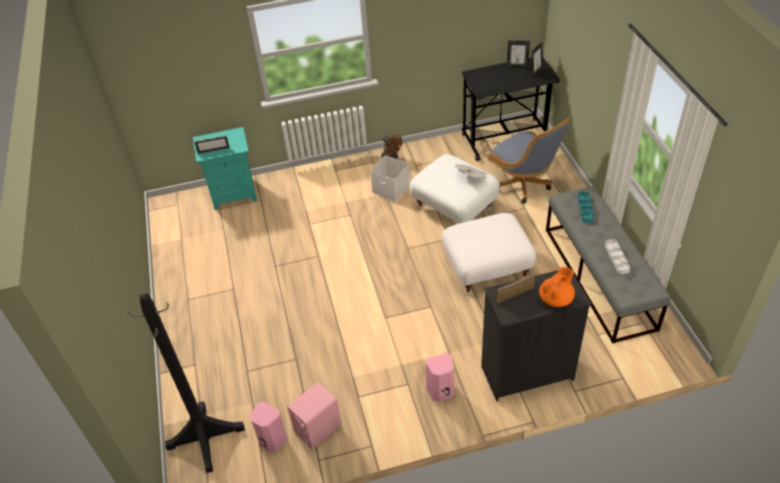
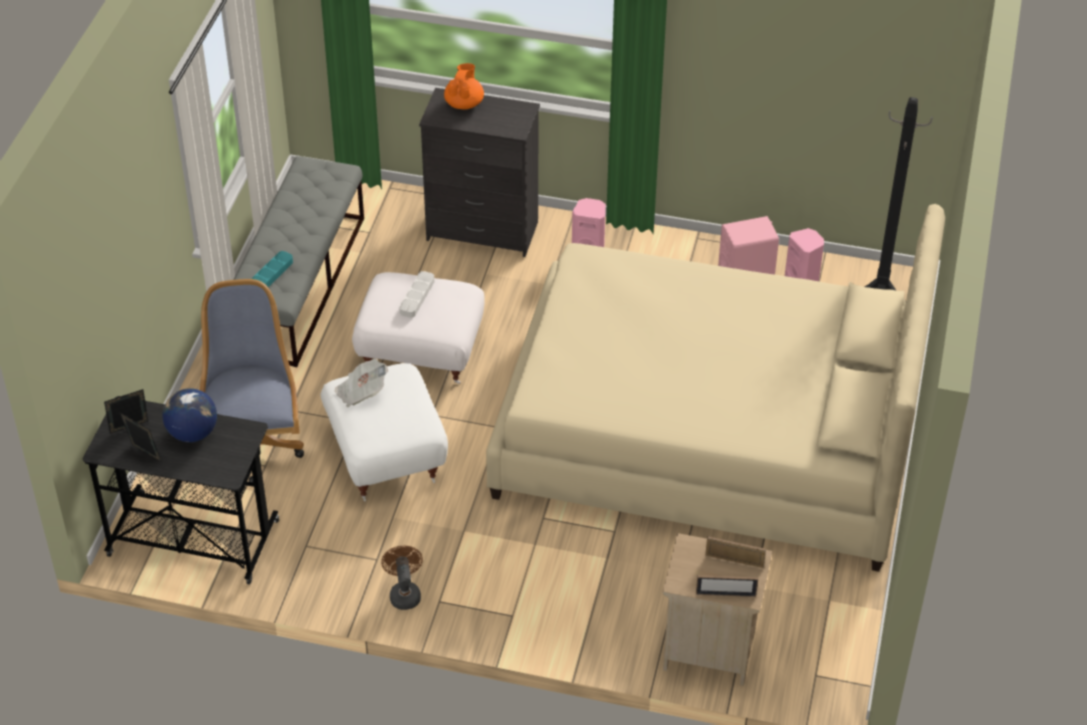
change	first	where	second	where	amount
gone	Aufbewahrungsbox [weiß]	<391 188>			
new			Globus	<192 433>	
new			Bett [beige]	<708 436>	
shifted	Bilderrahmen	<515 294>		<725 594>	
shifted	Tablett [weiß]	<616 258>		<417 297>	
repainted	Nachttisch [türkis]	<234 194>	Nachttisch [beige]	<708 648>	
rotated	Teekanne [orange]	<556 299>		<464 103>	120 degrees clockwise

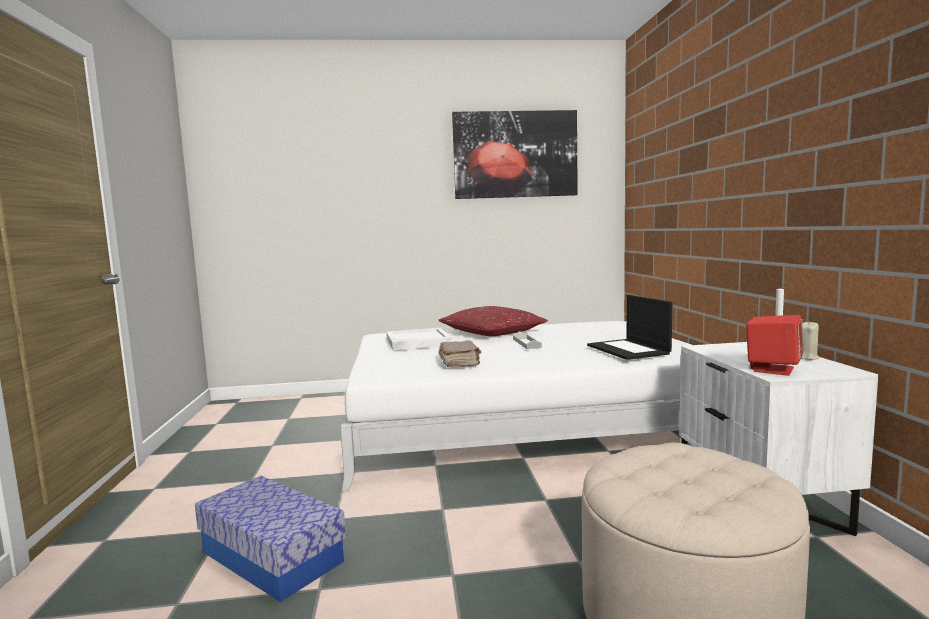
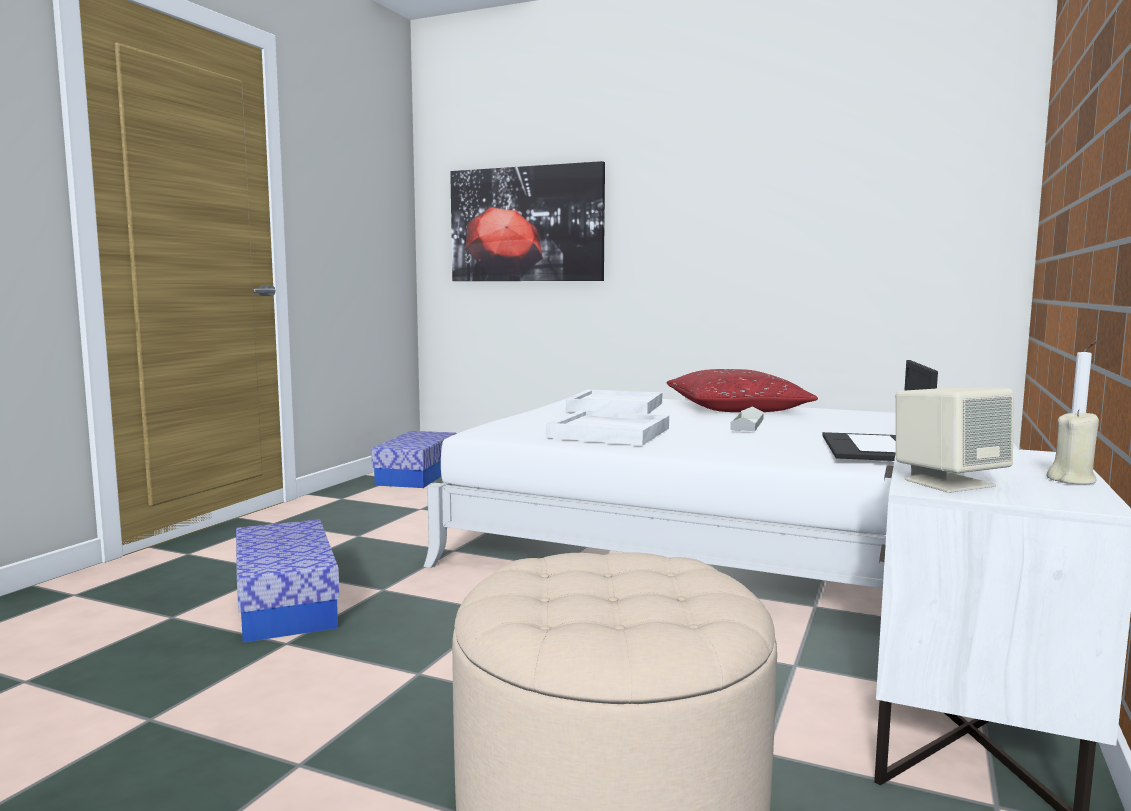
change	first	where	second	where	amount
new			Aufbewahrungsbox	<417 476>	
shifted	Bild	<515 155>		<526 224>	
swapped	Buch [braun]	<460 363>	Tablett [weiß]	<610 433>	
repainted	Lautsprecher [rot]	<772 369>	Lautsprecher [beige]	<948 482>	

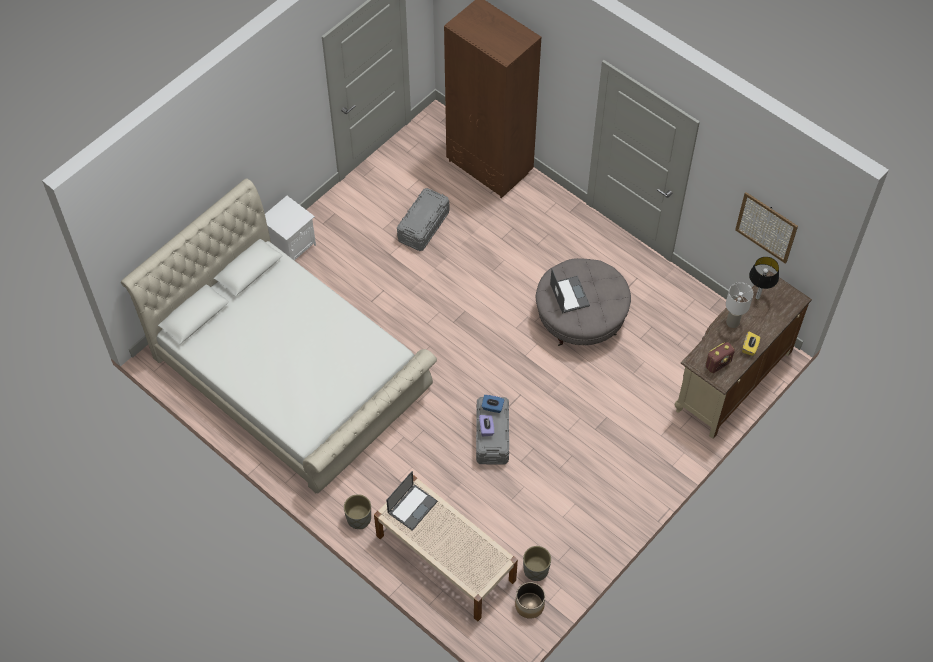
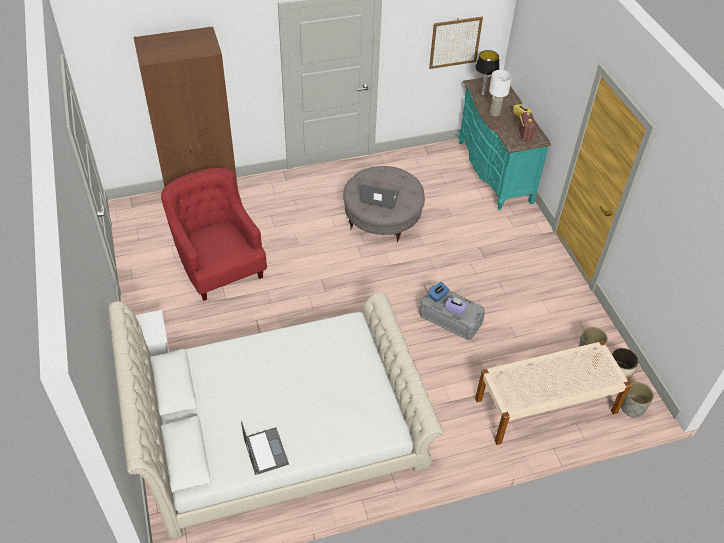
change	first	where	second	where	amount
shifted	Pflanzkübel [grau]	<358 518>		<632 408>	
shifted	Laptop	<412 506>		<265 450>	
swapped	Aufbewahrungsbox [grau]	<423 226>	Sessel [rot]	<219 264>	
repainted	Kommode [beige]	<731 380>	Kommode [türkis]	<493 172>	

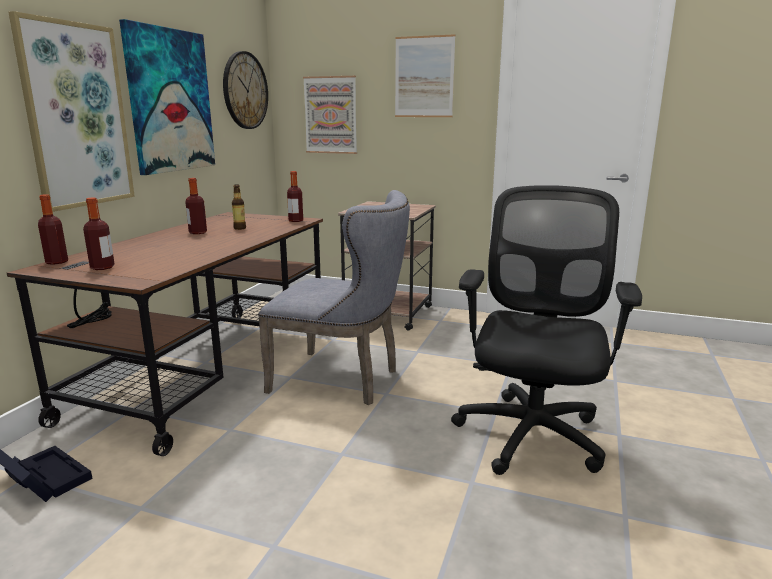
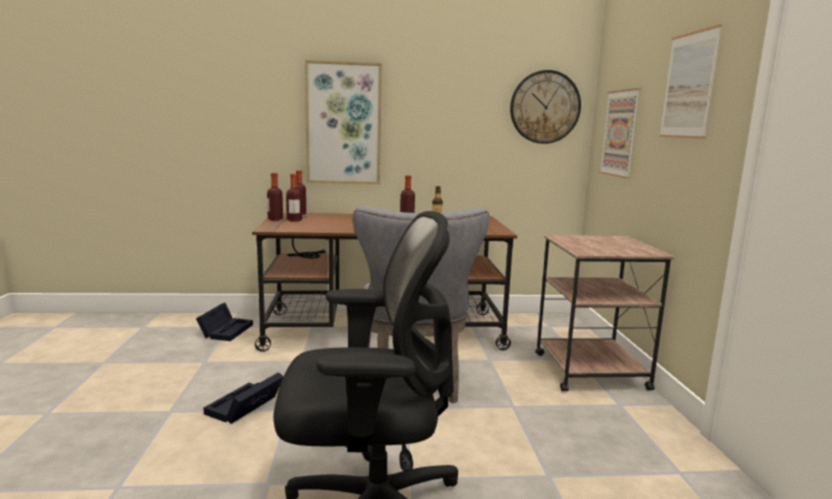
change	first	where	second	where	amount
gone	Bild	<170 101>			
new			Aufbewahrungsbox [schwarz]	<244 408>	
shifted	Flasche	<296 220>		<275 219>	

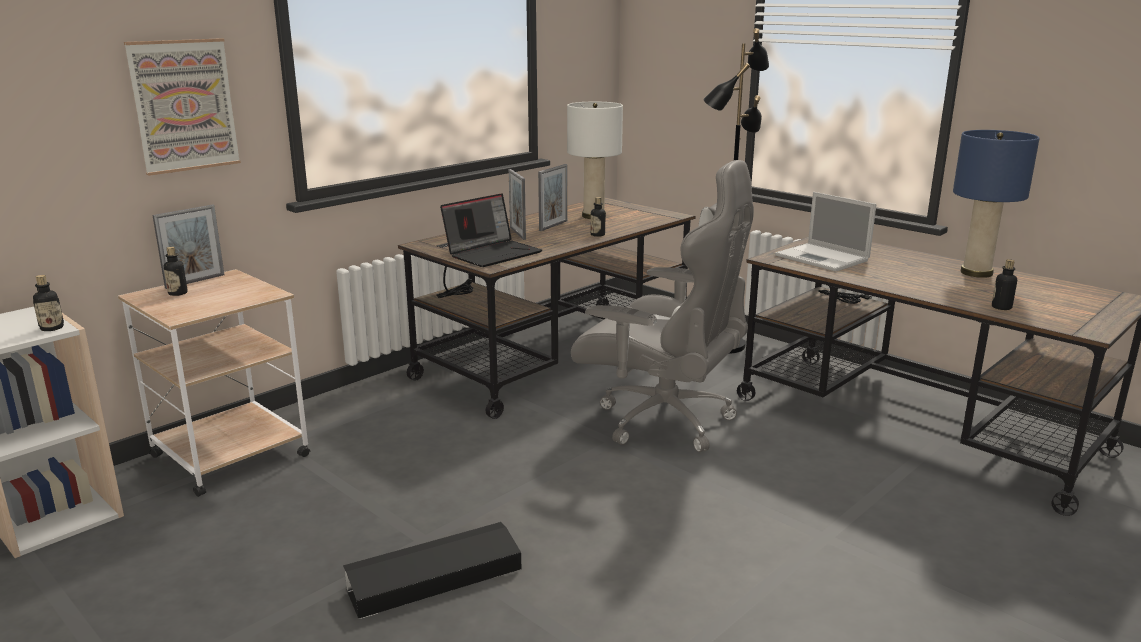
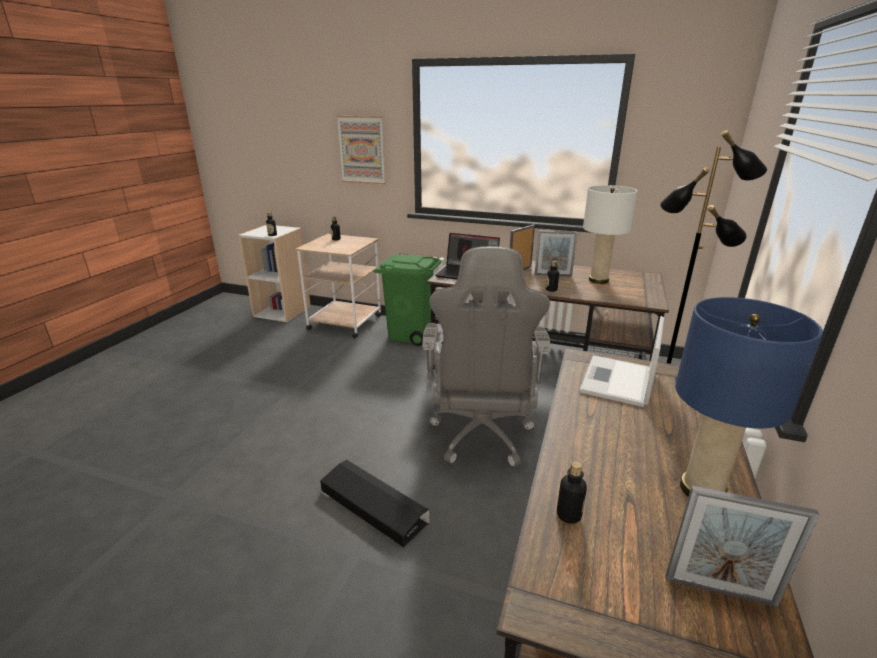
change	first	where	second	where	amount
new			Mülleimer [grün]	<409 334>	
shifted	Bilderrahmen	<195 281>		<719 591>	
shifted	Aufbewahrungsbox [schwarz]	<433 578>		<373 506>	

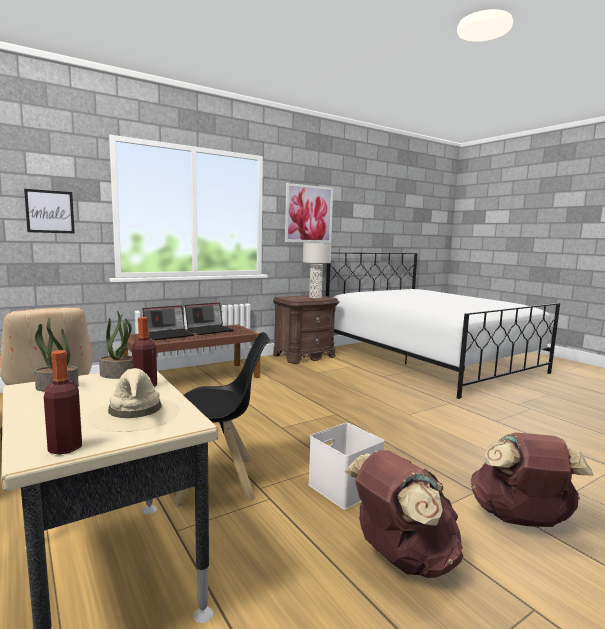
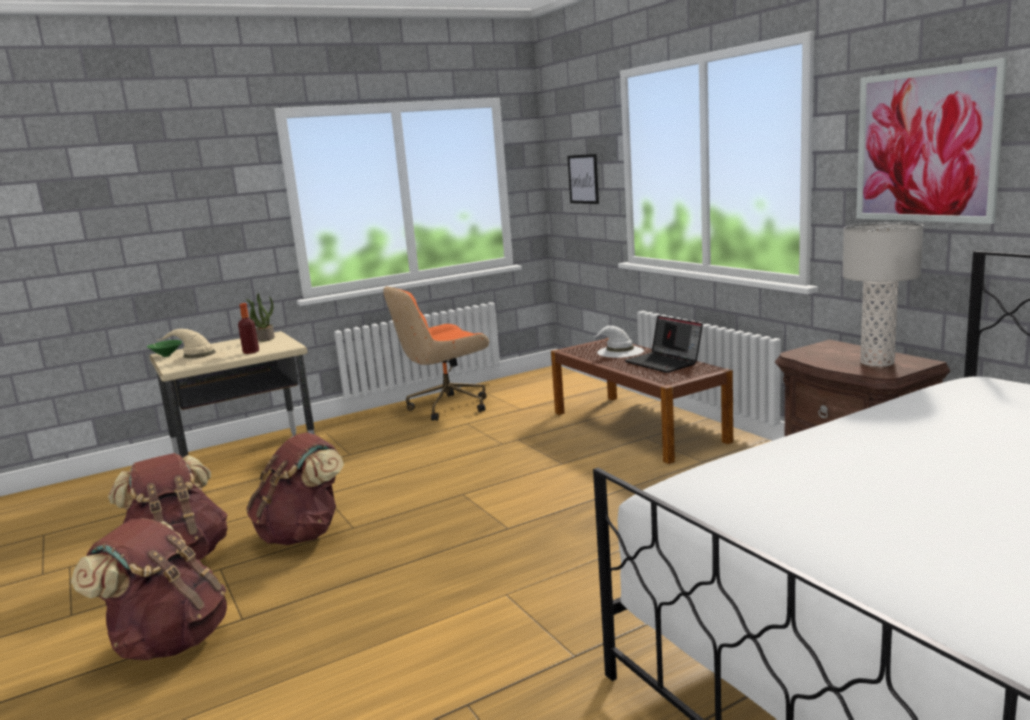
change	first	where	second	where	amount
gone	Topfpflanze	<118 375>			
gone	Stuhl [schwarz]	<219 480>			
swapped	Flasche	<65 448>	Schüssel [grün]	<166 356>	
swapped	Laptop	<169 335>	Hut [weiß]	<619 351>	
swapped	Aufbewahrungsbox [weiß]	<344 486>	Rucksack [braun]	<303 534>	

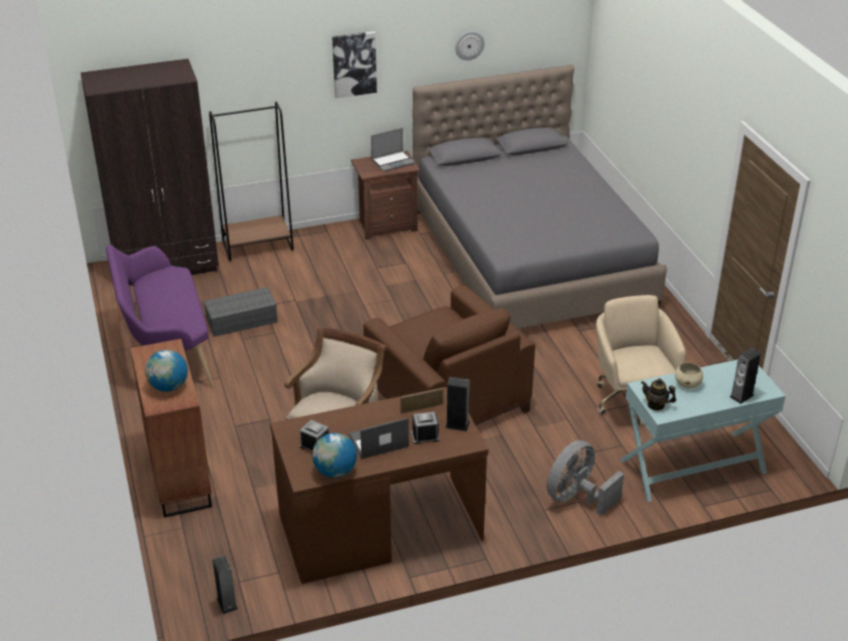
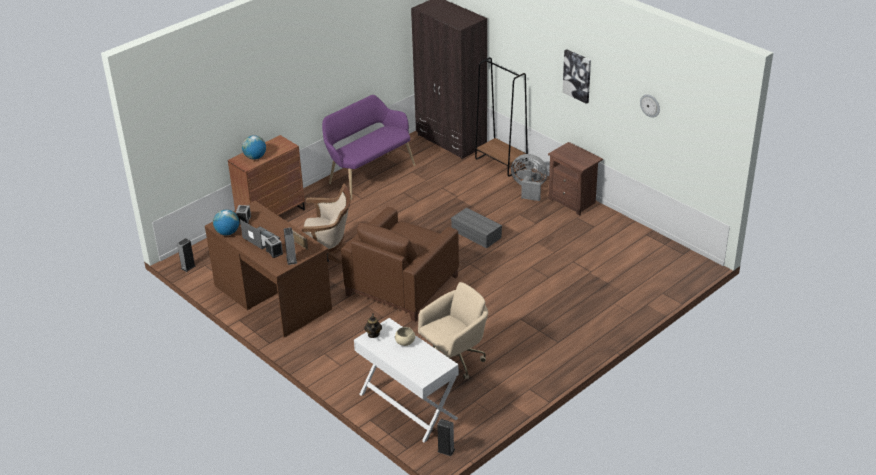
change	first	where	second	where	amount
gone	Laptop	<393 162>			
gone	Bett [grau]	<529 257>			
shifted	Aufbewahrungsbox [grau]	<242 319>		<477 234>	
shifted	Ventilator [grau]	<577 498>		<529 189>	
shifted	Lautsprecher	<741 396>		<446 450>	
repainted	Schreibtisch [türkis]	<693 466>	Schreibtisch [weiß]	<407 406>	

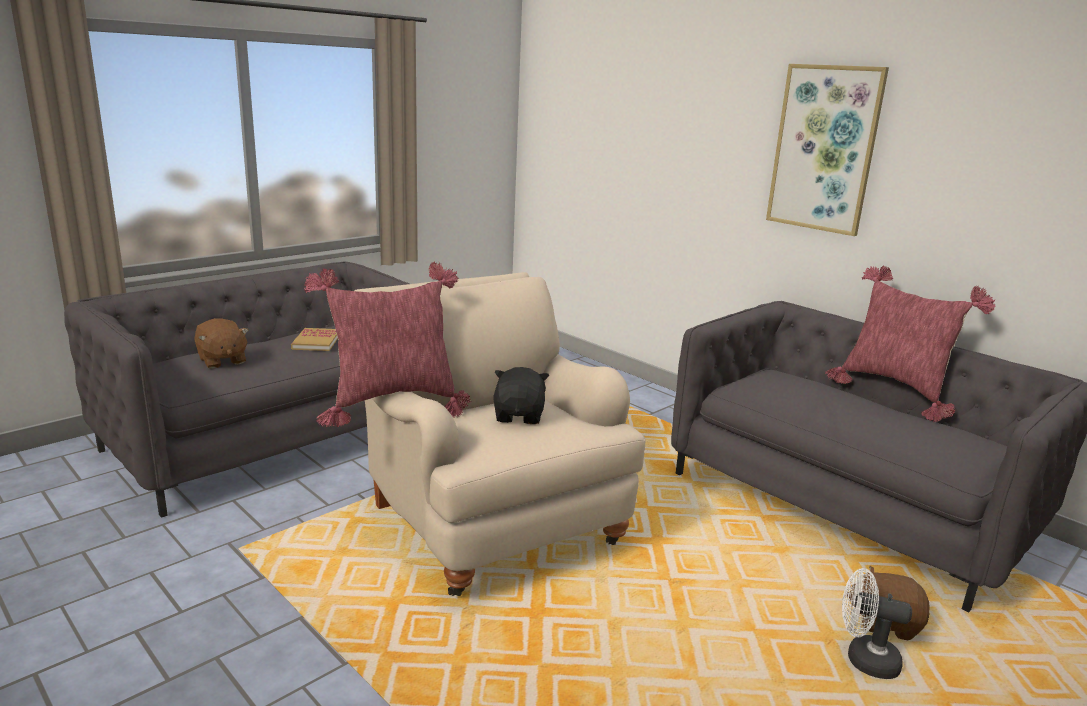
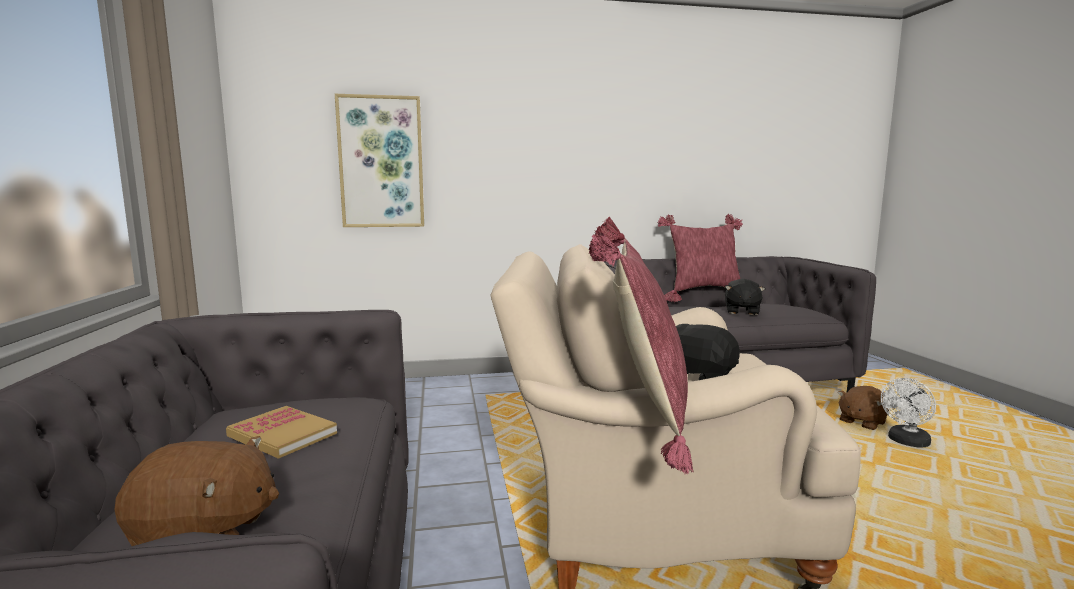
change	first	where	second	where	amount
new			Plüschtier [schwarz]	<741 311>	
shifted	Bild	<824 149>		<381 162>	

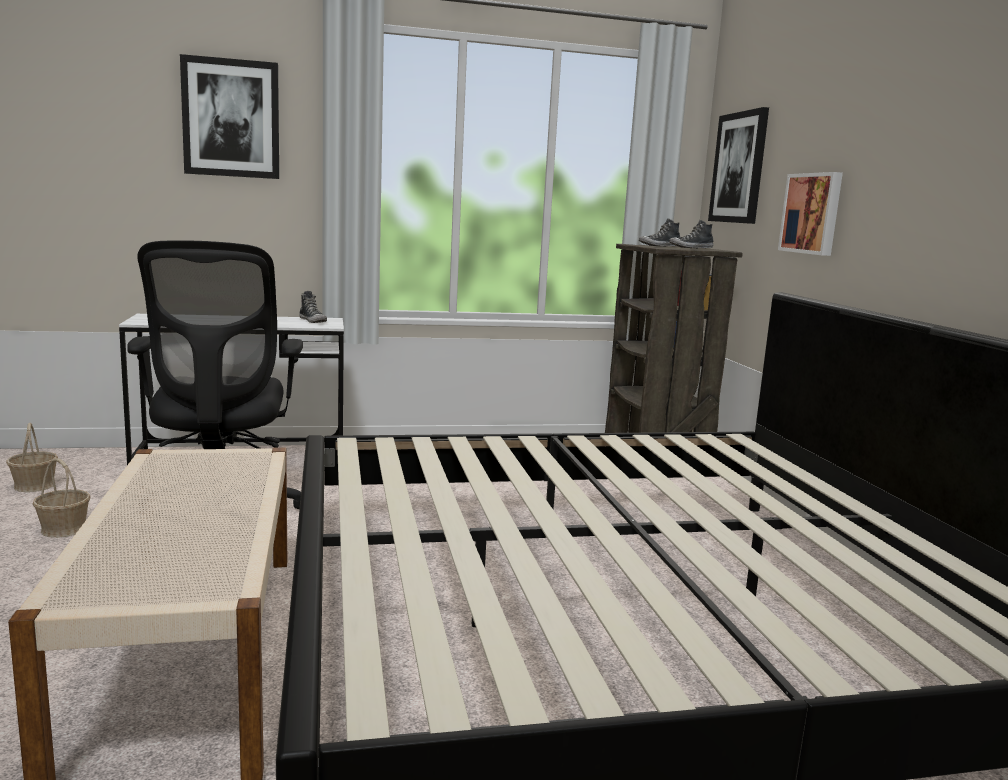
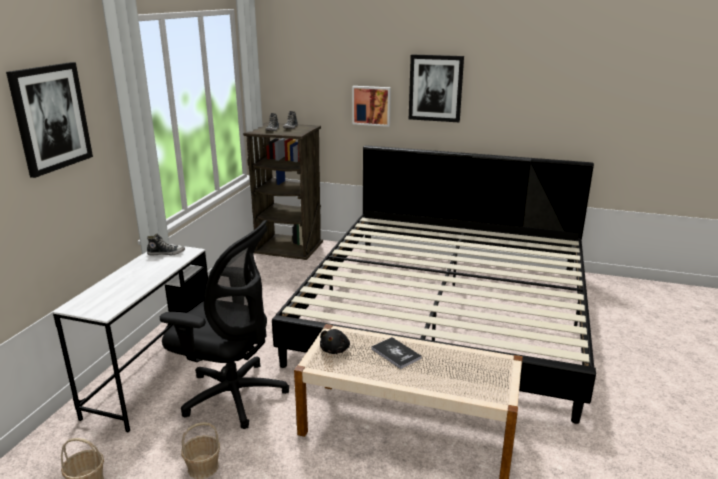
change	first	where	second	where	amount
new			Plüschtier [schwarz]	<335 350>	
new			Buch	<396 353>	
shifted	Bild	<739 168>		<435 88>	

